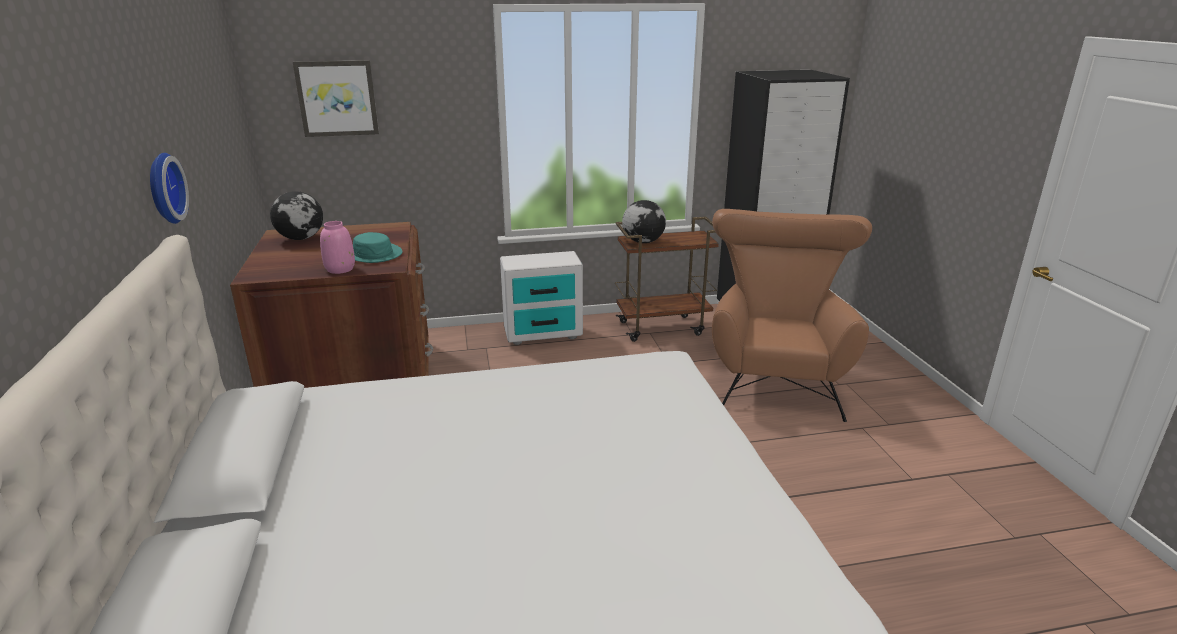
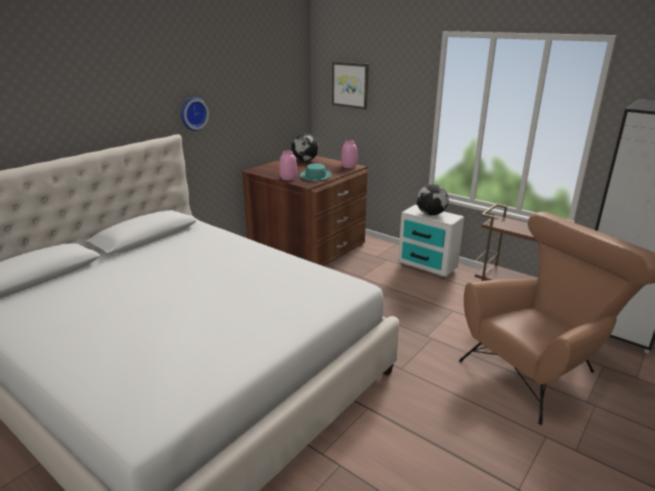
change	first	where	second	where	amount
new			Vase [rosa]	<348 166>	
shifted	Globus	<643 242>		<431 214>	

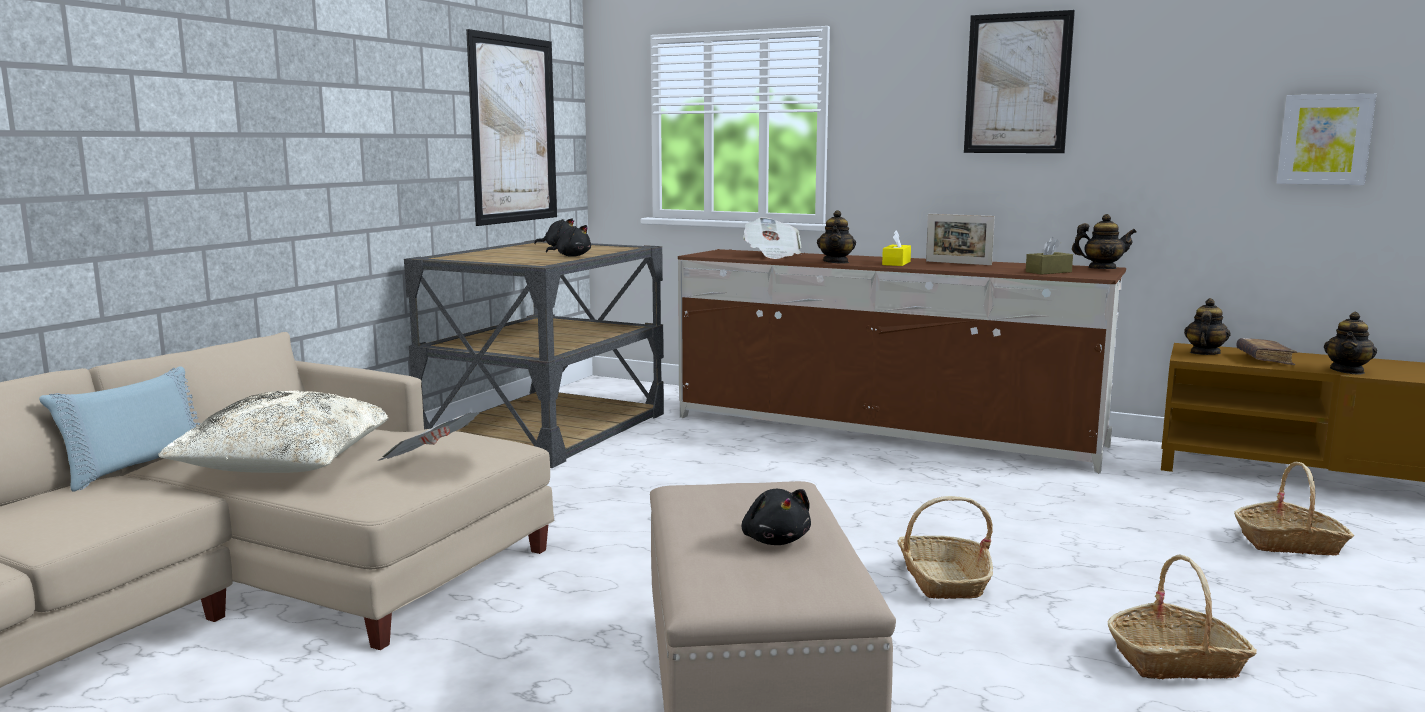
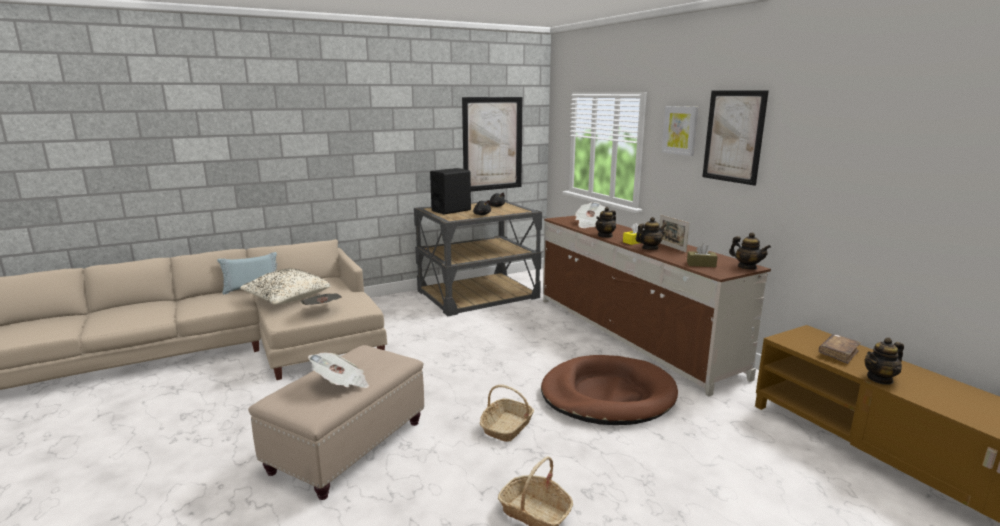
change	first	where	second	where	amount
gone	Korb	<1290 543>			
new			Lautsprecher [schwarz]	<451 210>	
new			Hundebett [braun]	<607 395>	
shifted	Teekanne	<1204 353>		<649 248>	
shifted	Bild	<1324 139>		<680 130>	
swapped	Plüschtier [schwarz]	<775 540>	Zeitung	<341 384>	

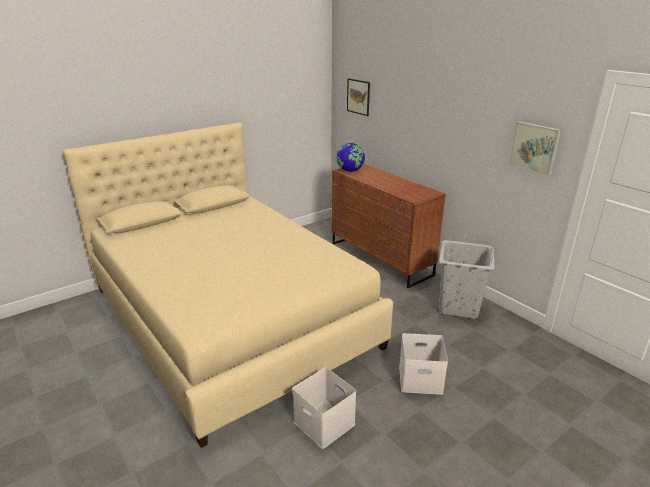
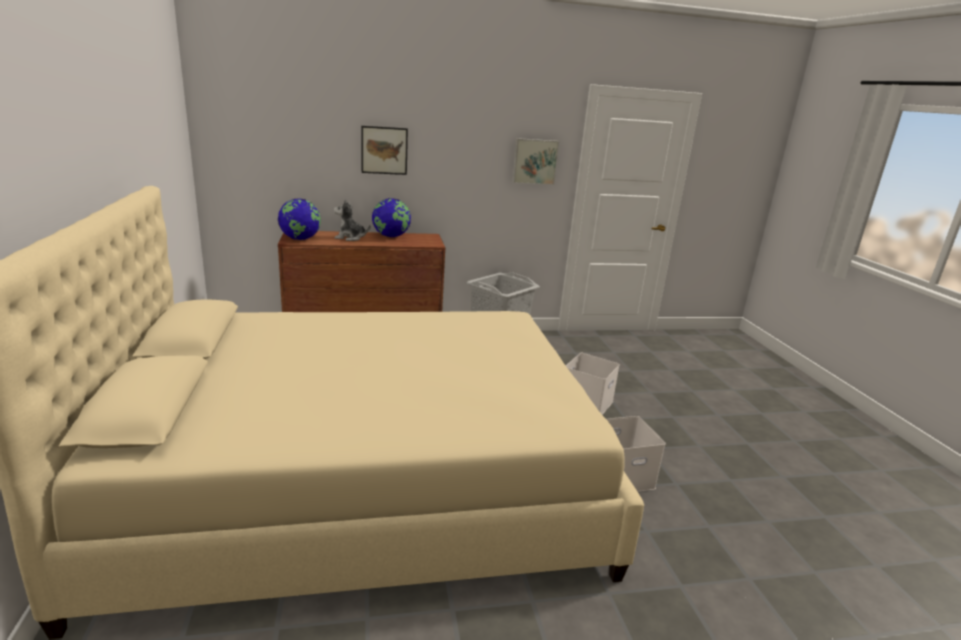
change	first	where	second	where	amount
new			Plüschtier	<350 238>	
new			Globus	<391 236>	
shifted	Bild	<358 97>		<384 150>	

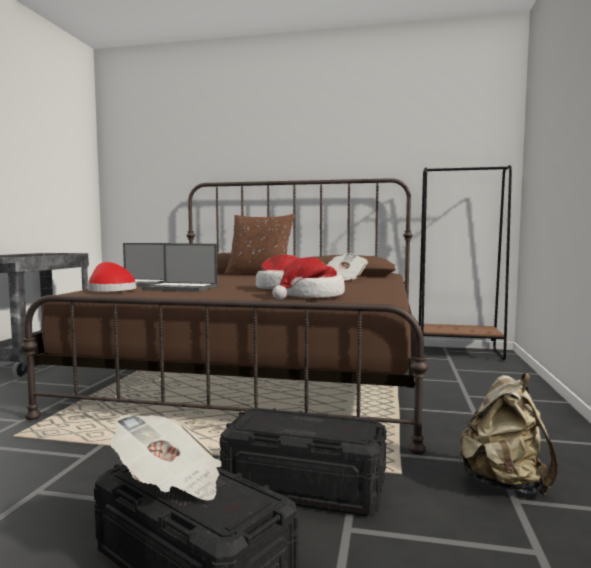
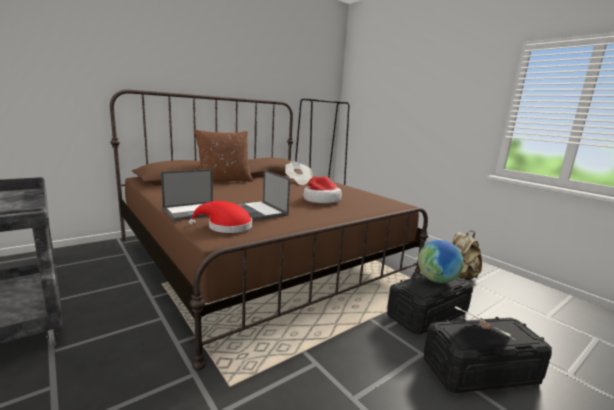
change	first	where	second	where	amount
gone	Hut	<311 297>			
new			Globus	<437 280>	
rotated	Laptop	<182 288>		<259 211>	90 degrees clockwise

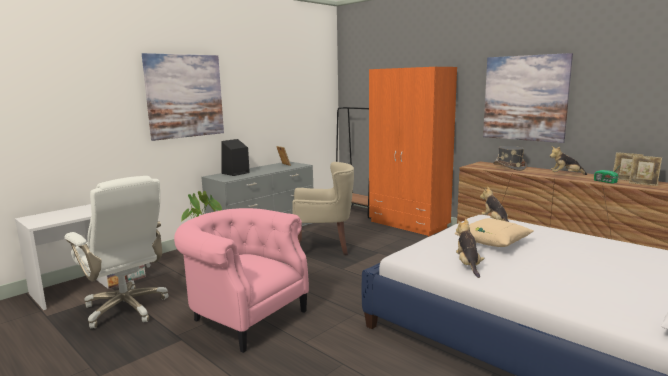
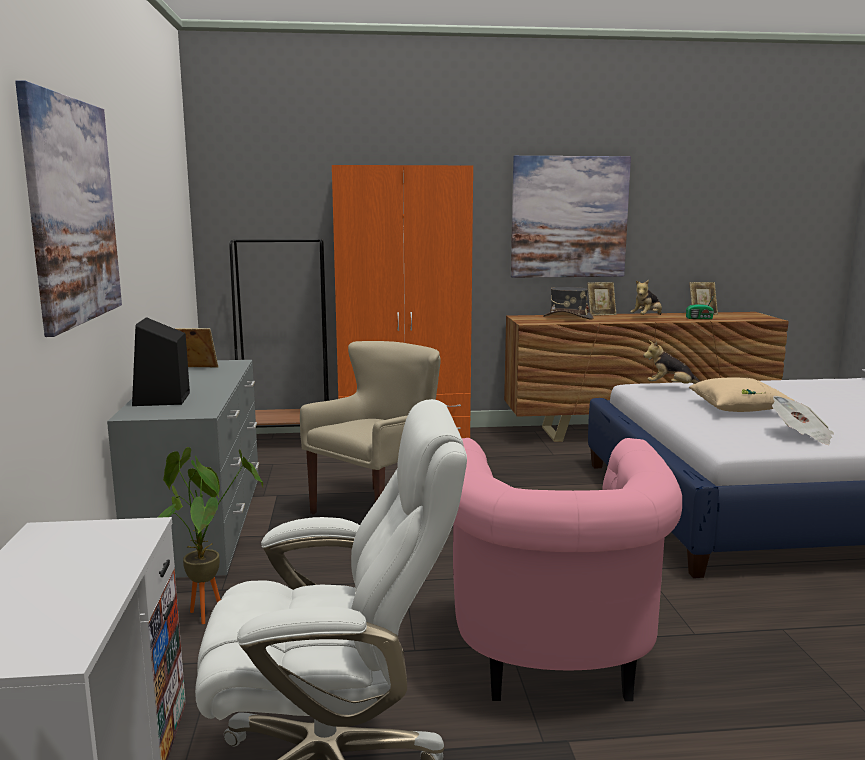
change	first	where	second	where	amount
shifted	Bilderrahmen	<643 183>		<601 314>	
swapped	Plüschtier	<468 265>	Zeitung	<801 436>	
rotated	Sessel [rosa]	<243 317>		<550 653>	75 degrees counterclockwise

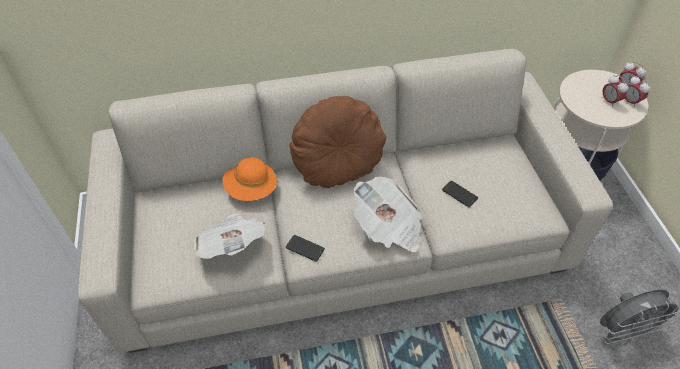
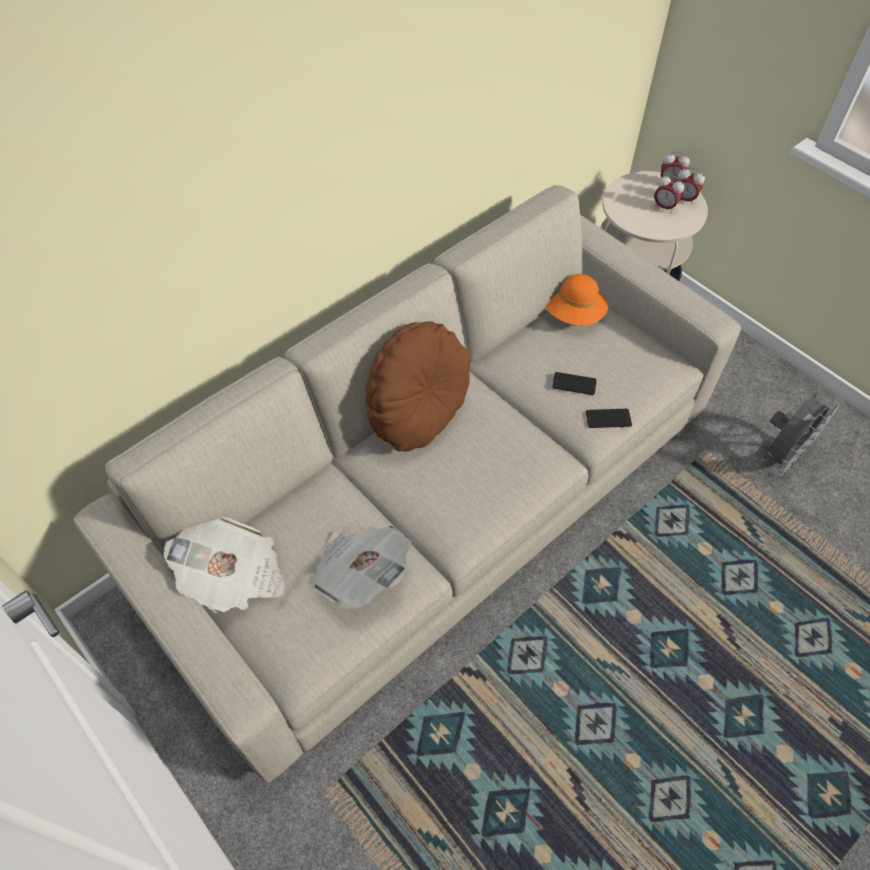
change	first	where	second	where	amount
shifted	Hut [orange]	<251 189>		<573 314>	
shifted	Handy	<305 248>		<608 419>	
shifted	Zeitung	<388 227>		<235 576>	

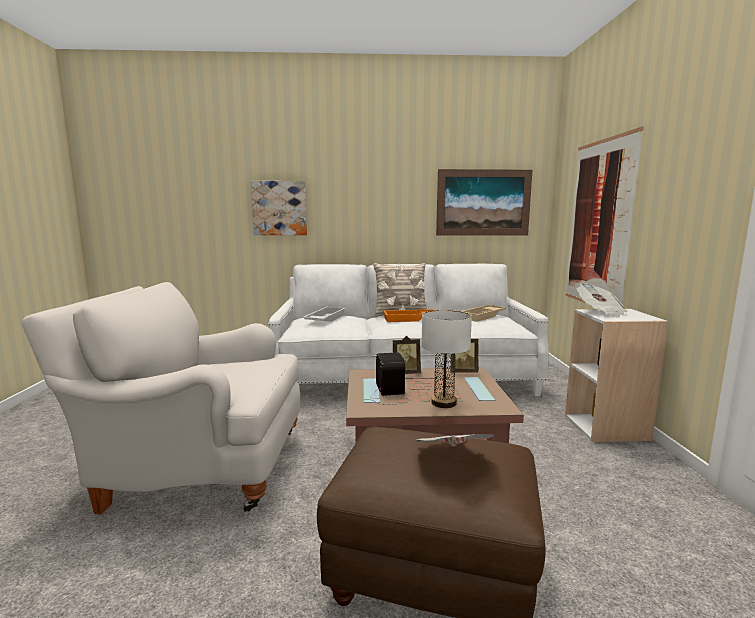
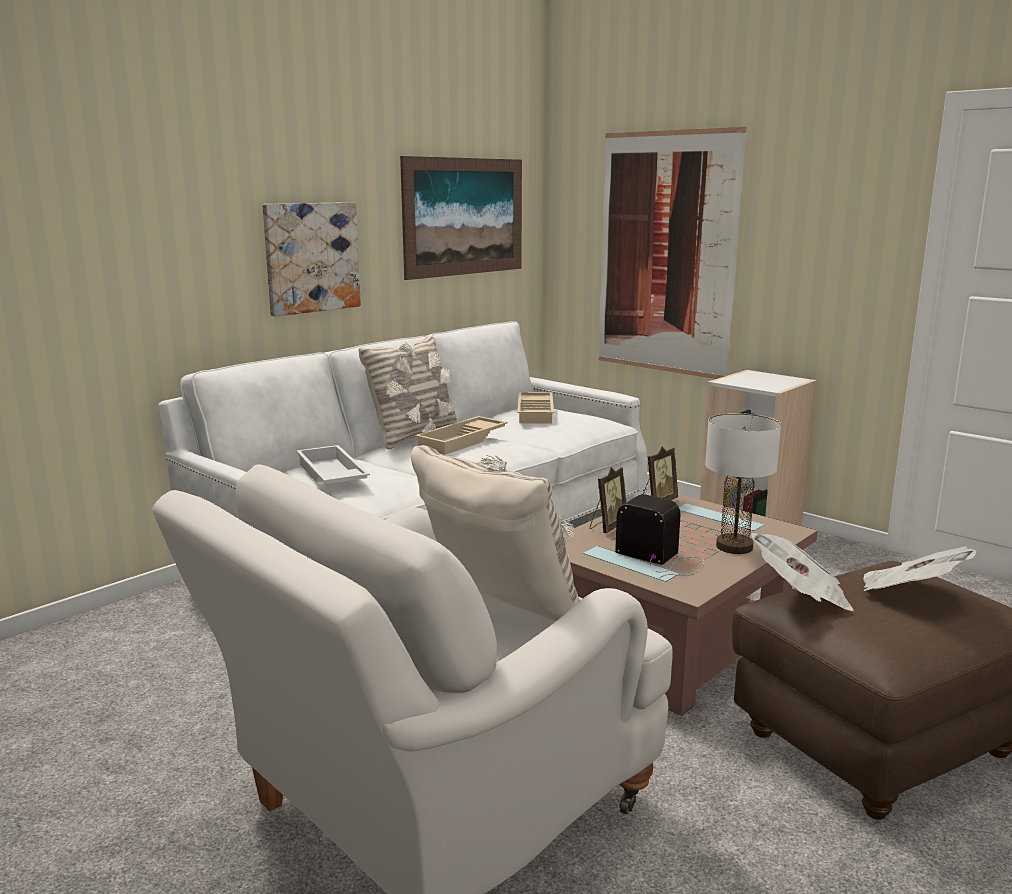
change	first	where	second	where	amount
new			Kissen [beige]	<500 608>	
shifted	Bild	<279 208>		<311 257>	
shifted	Zeitung	<600 312>		<800 596>	
repainted	Tablett [orange]	<410 319>	Tablett [beige]	<463 441>	

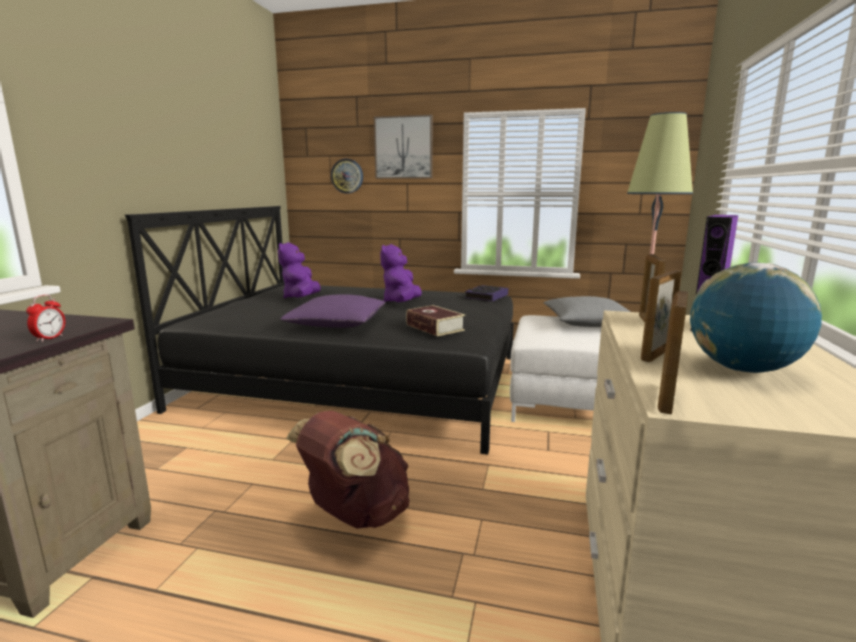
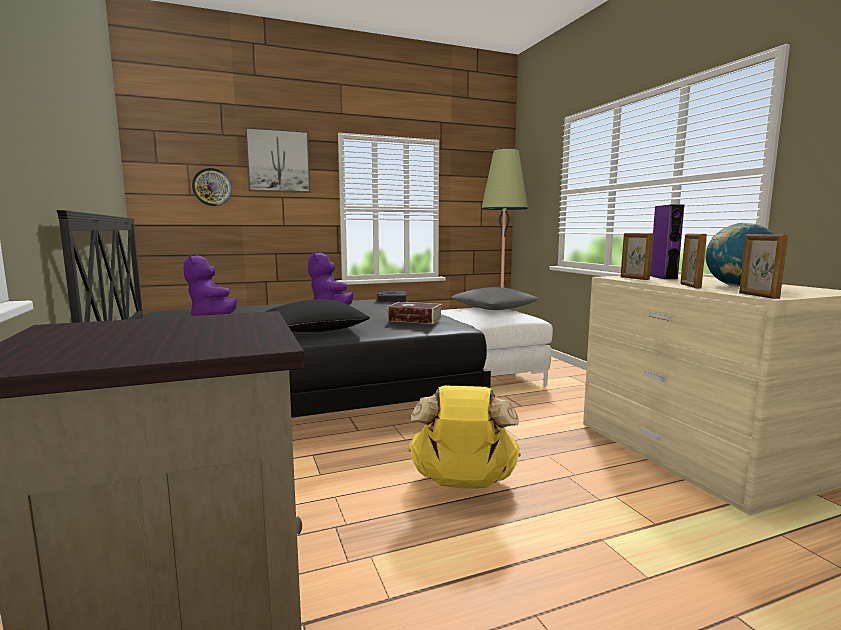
change	first	where	second	where	amount
gone	Wecker	<50 338>			
repainted	Kissen [lila]	<336 324>	Kissen [schwarz]	<315 329>	
repainted	Rucksack [braun]	<355 515>	Rucksack [gelb]	<463 483>	

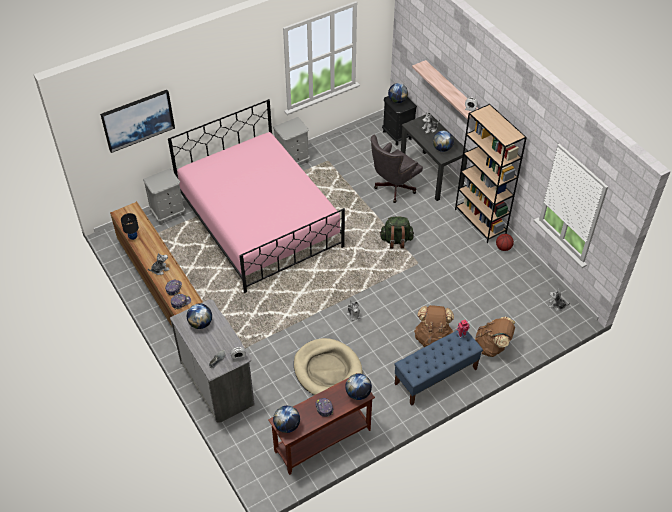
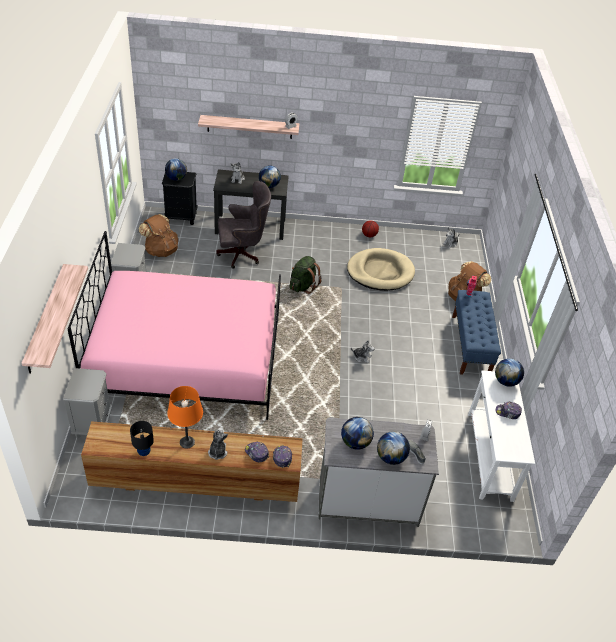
change	first	where	second	where	amount
gone	Bücherregal [beige]	<480 221>			
new			Tischlampe [orange]	<187 442>	
shifted	Globus	<287 426>		<391 457>	
shifted	Hundebett [beige]	<327 370>		<380 272>	
shifted	Rucksack [braun]	<433 338>		<161 250>	
swapped	Bild	<138 120>	Wandregal	<45 319>	
repainted	Konsolentisch [braun]	<322 441>	Konsolentisch [weiß]	<490 456>	
rotated	Bürostuhl [grau]	<393 189>		<242 255>	90 degrees counterclockwise

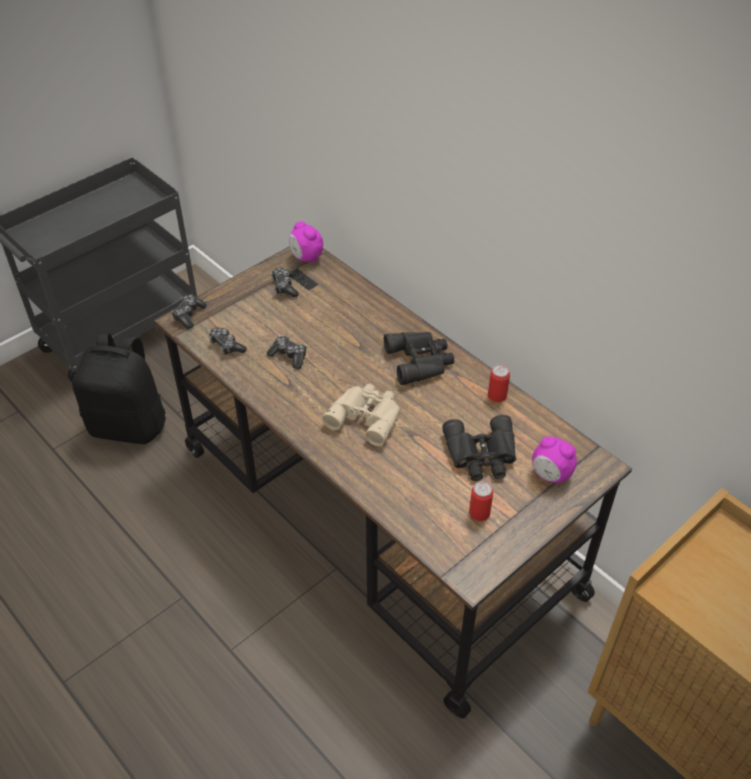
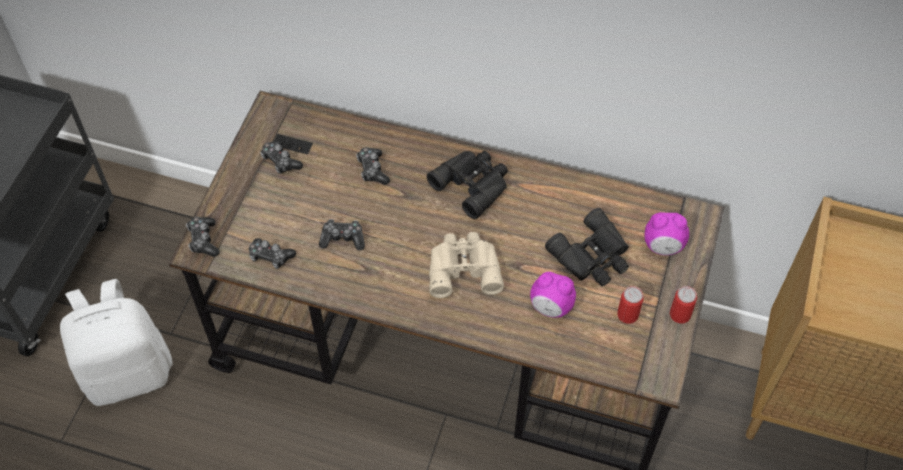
change	first	where	second	where	amount
new			Gamepad	<372 170>	
shifted	Wecker	<306 258>		<551 307>	
shifted	Dose	<497 395>		<680 314>	
repainted	Rucksack [schwarz]	<130 425>	Rucksack [weiß]	<128 372>	

